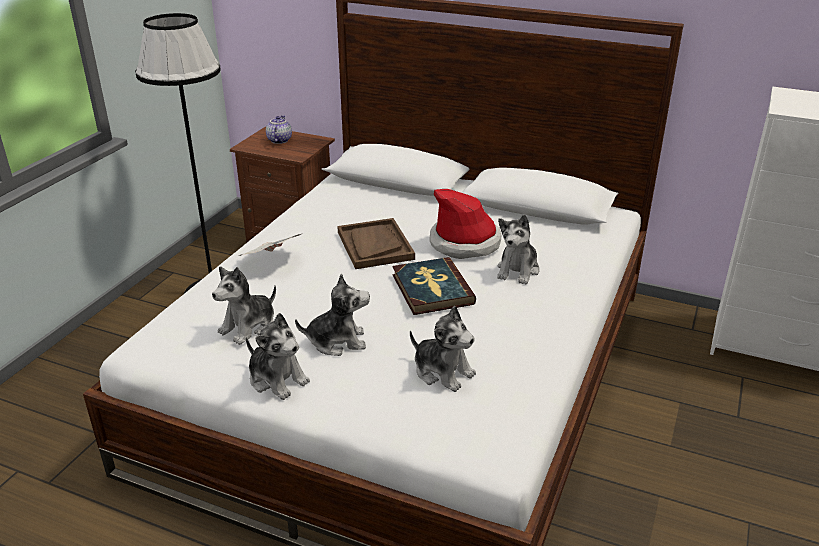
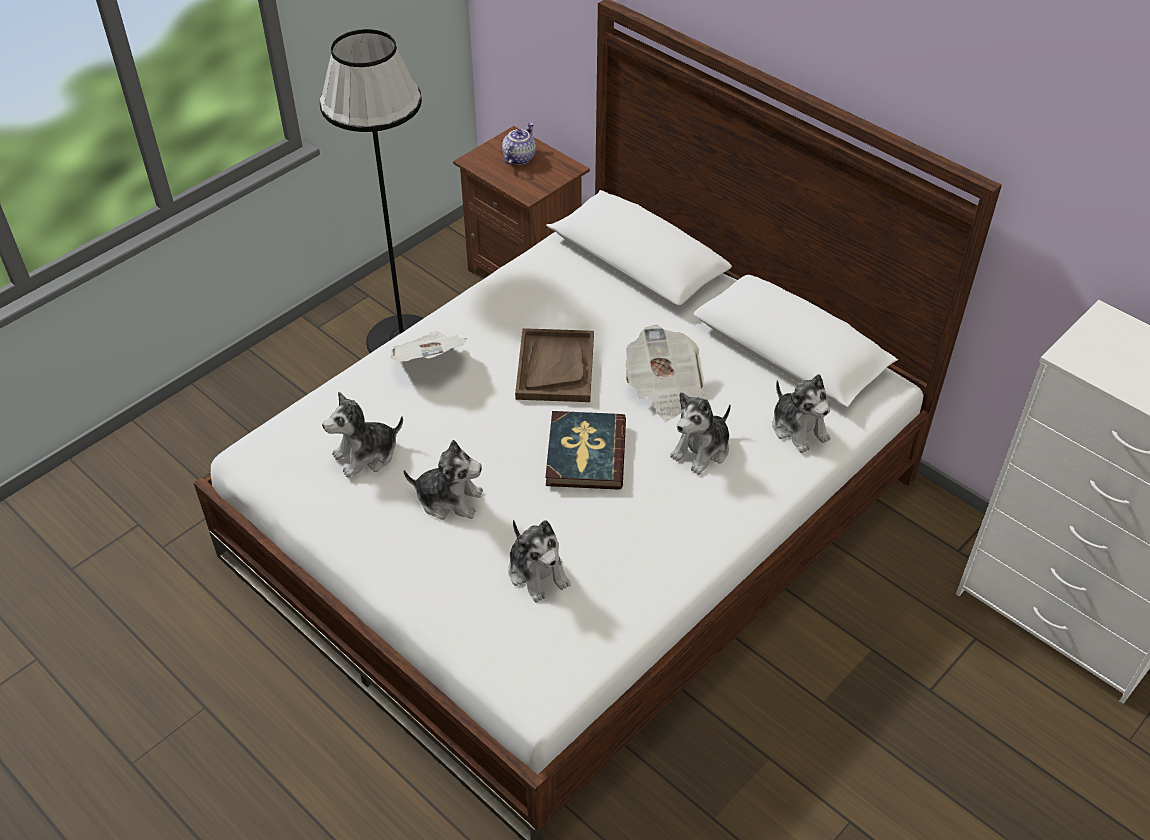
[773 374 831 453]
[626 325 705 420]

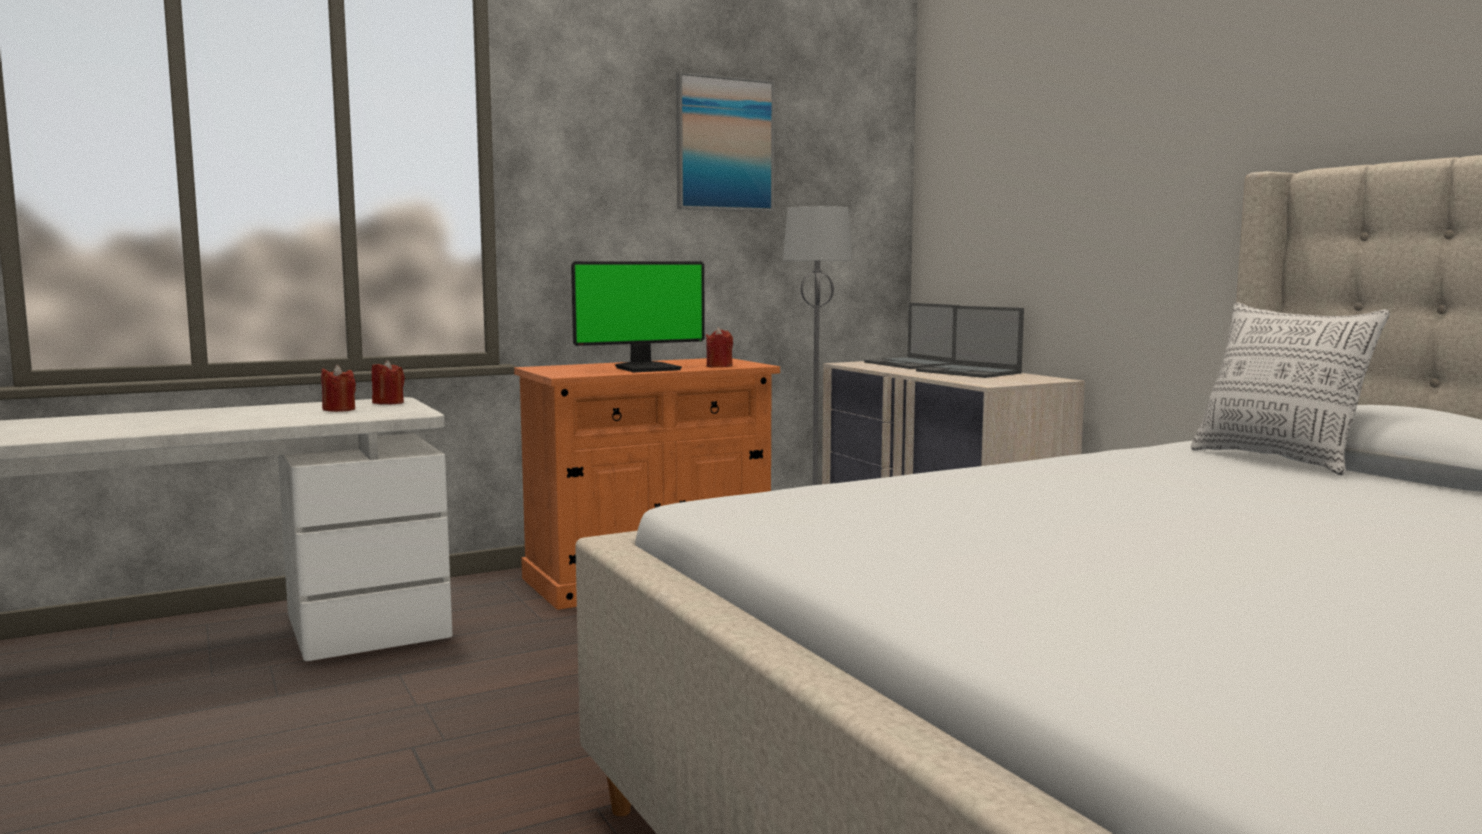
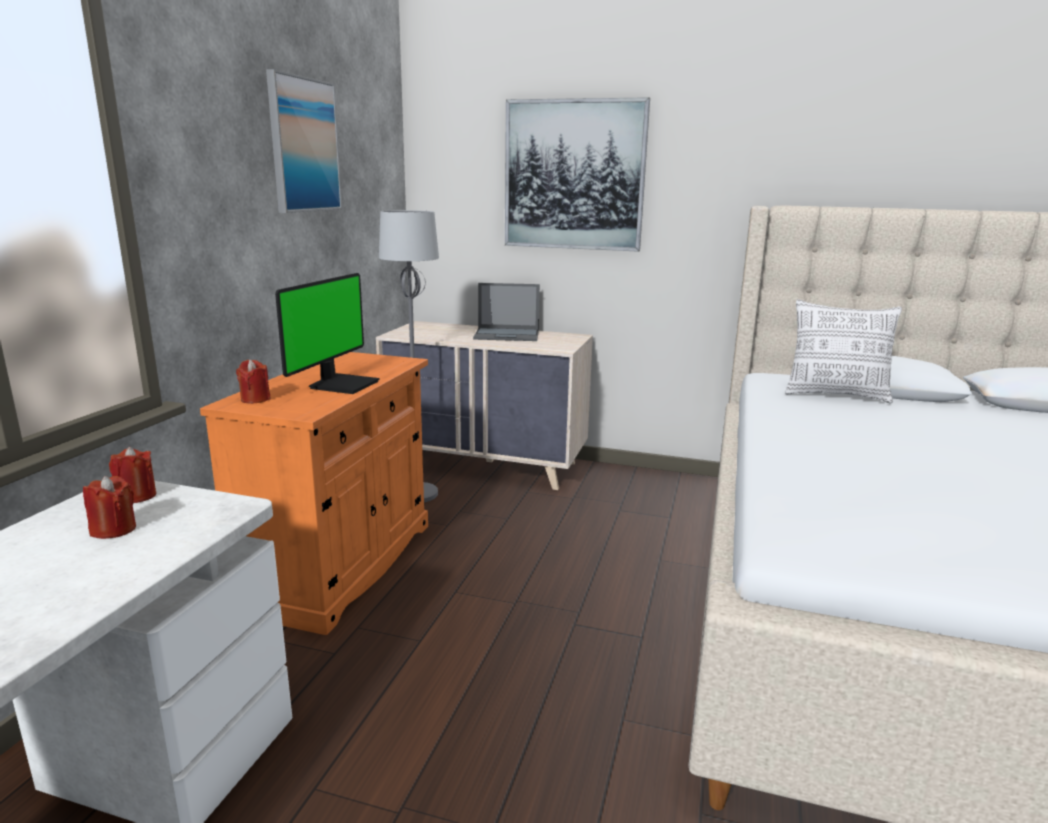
[864 303 959 369] (first image)
[505 97 650 252]
[236 359 271 404]

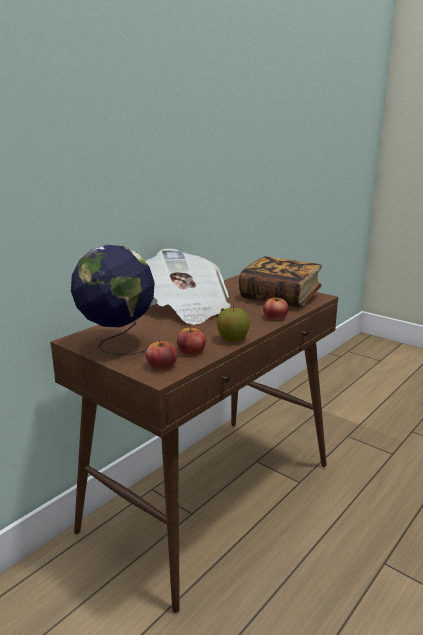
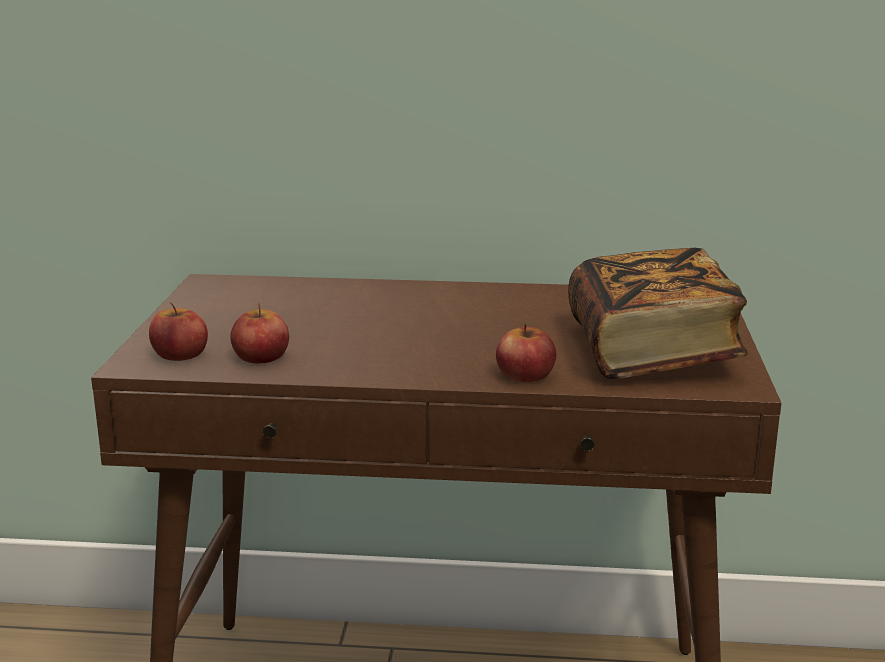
[71 245 155 355] (first image)
[145 249 231 325] (first image)
[217 307 250 342] (first image)

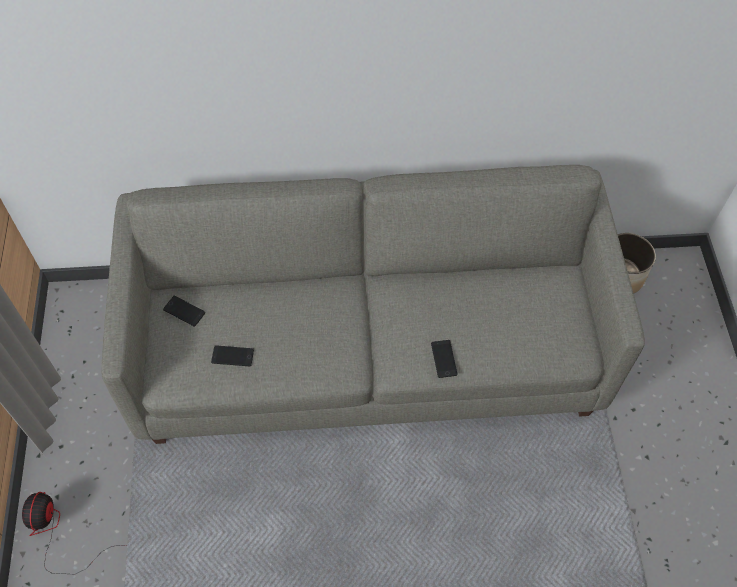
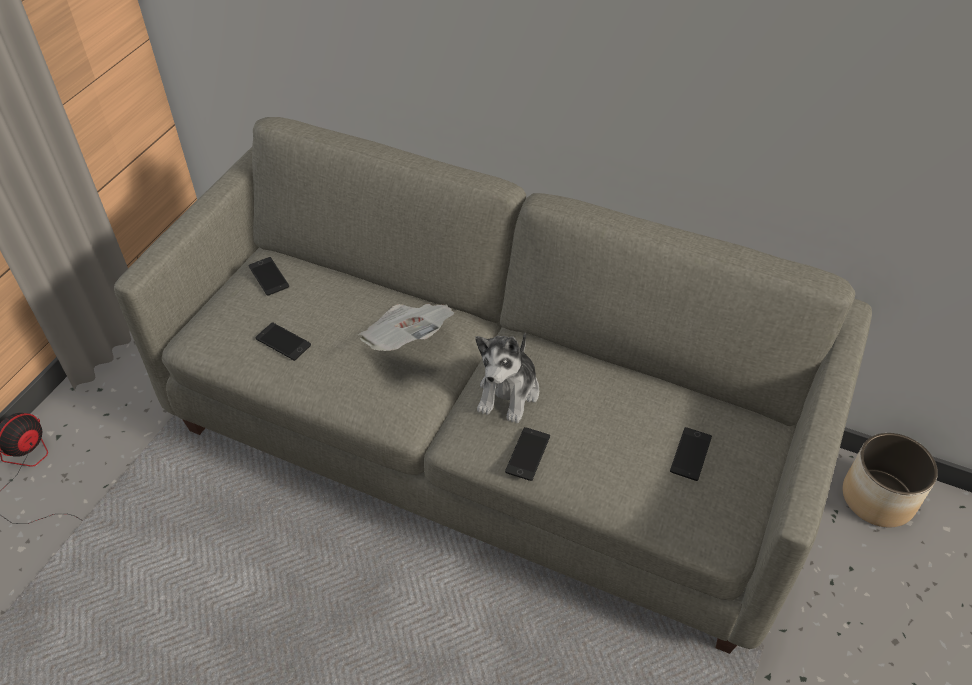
[358 304 454 351]
[475 333 539 423]
[670 427 712 481]

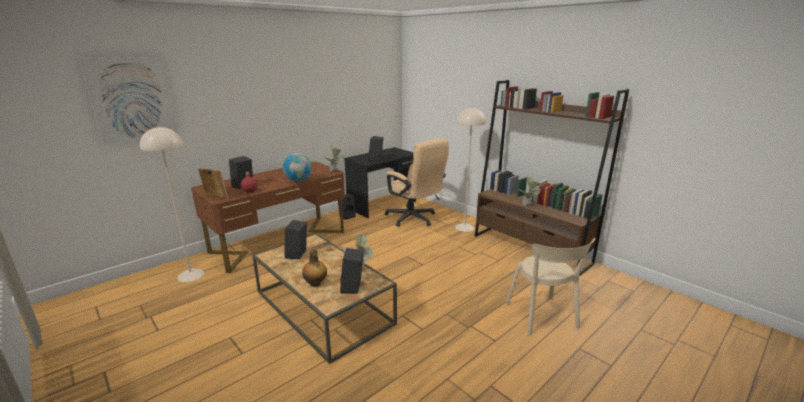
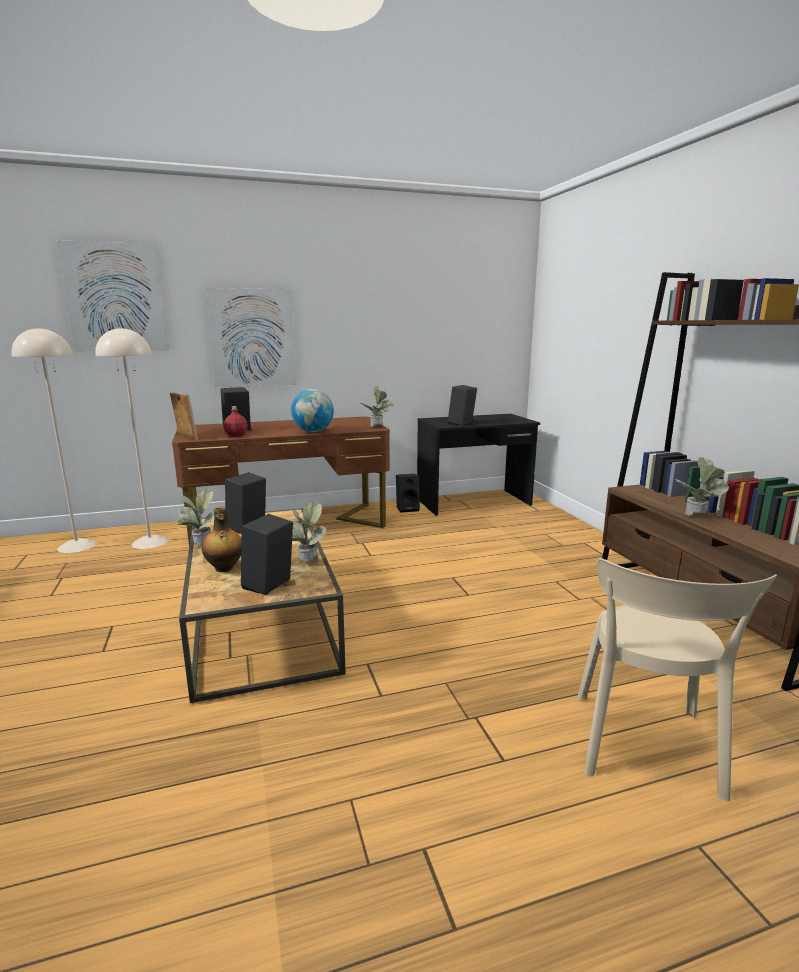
[385 139 449 227] (first image)
[177 489 214 545]
[206 288 296 387]
[11 327 97 553]

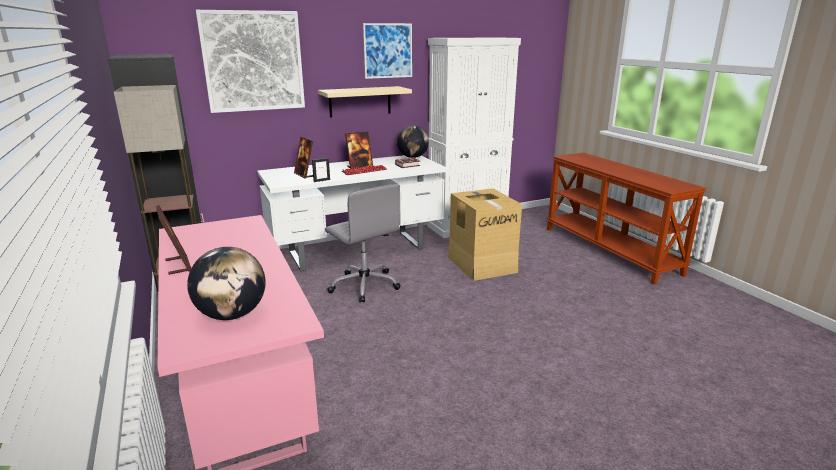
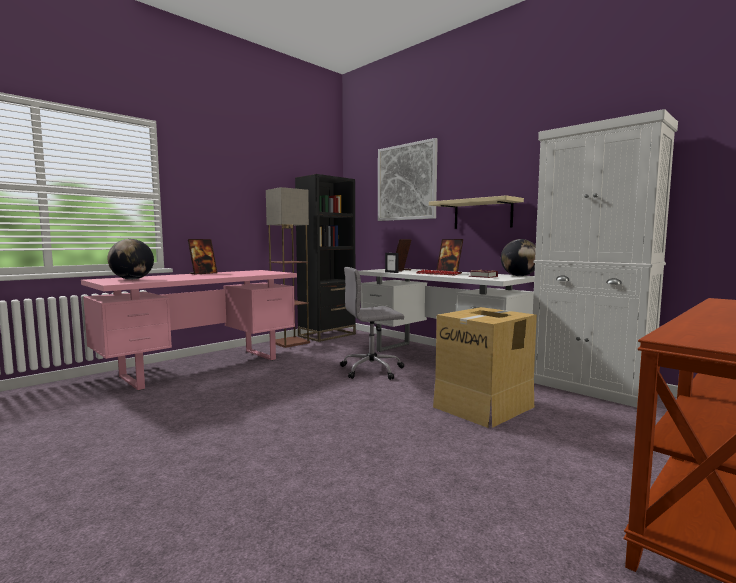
[363 23 412 79] (first image)
[340 267 404 380]

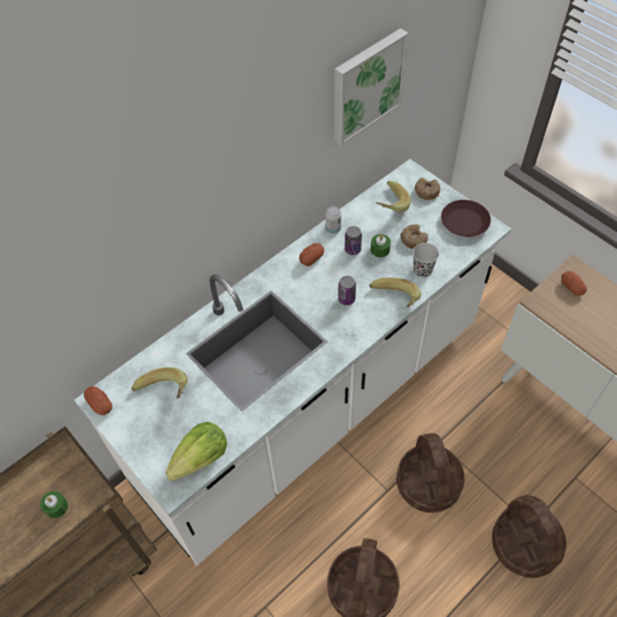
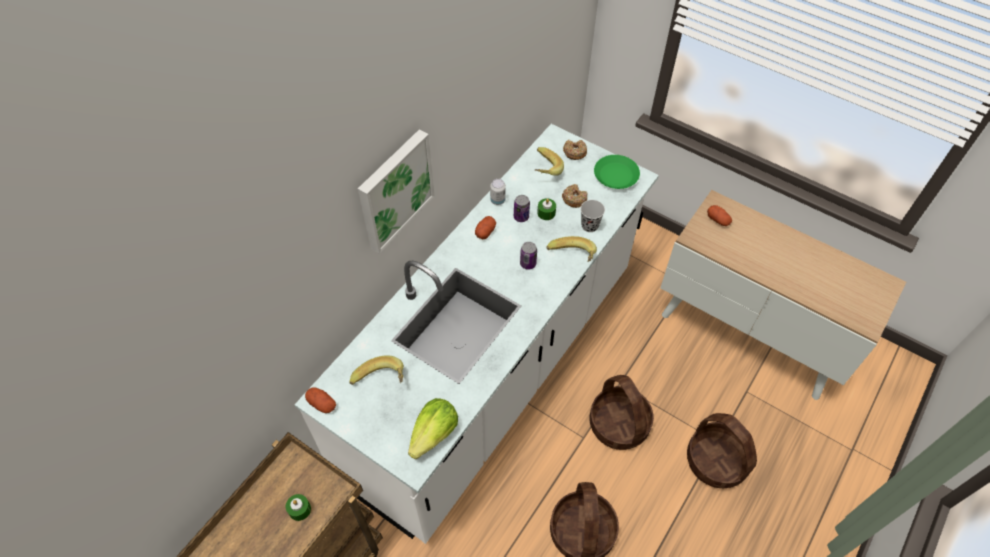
[358 129 435 254]
[594 155 640 189]

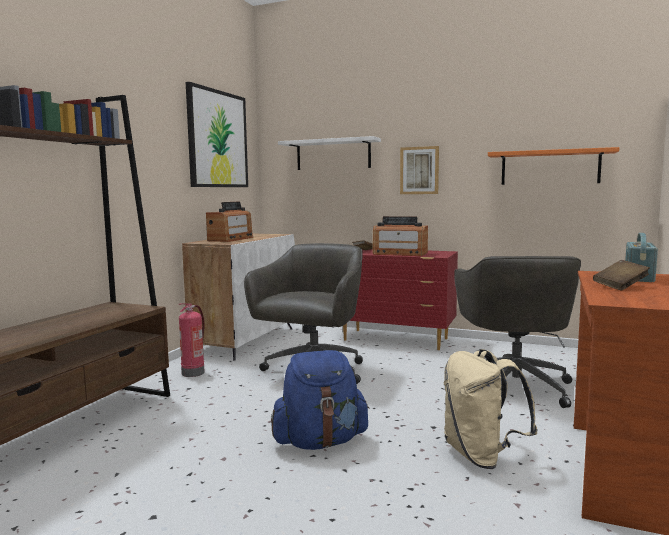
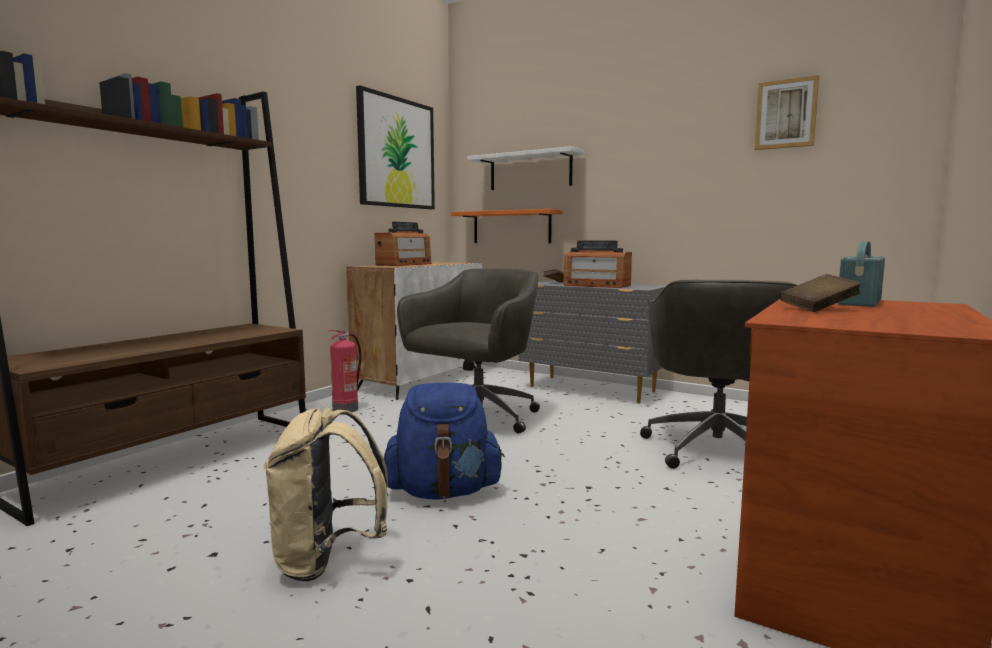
[755 75 819 150]
[264 406 388 582]
[451 209 563 243]
[518 281 667 403]

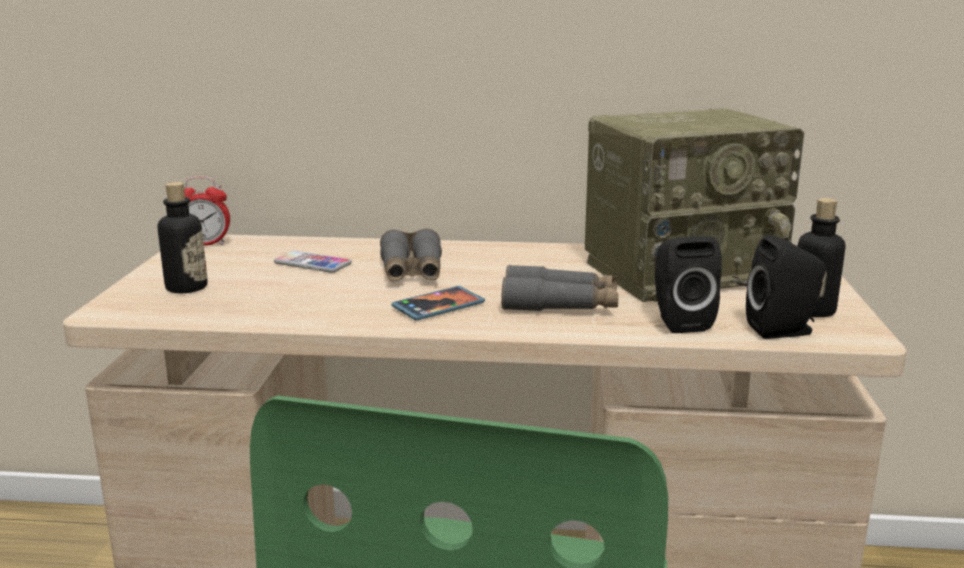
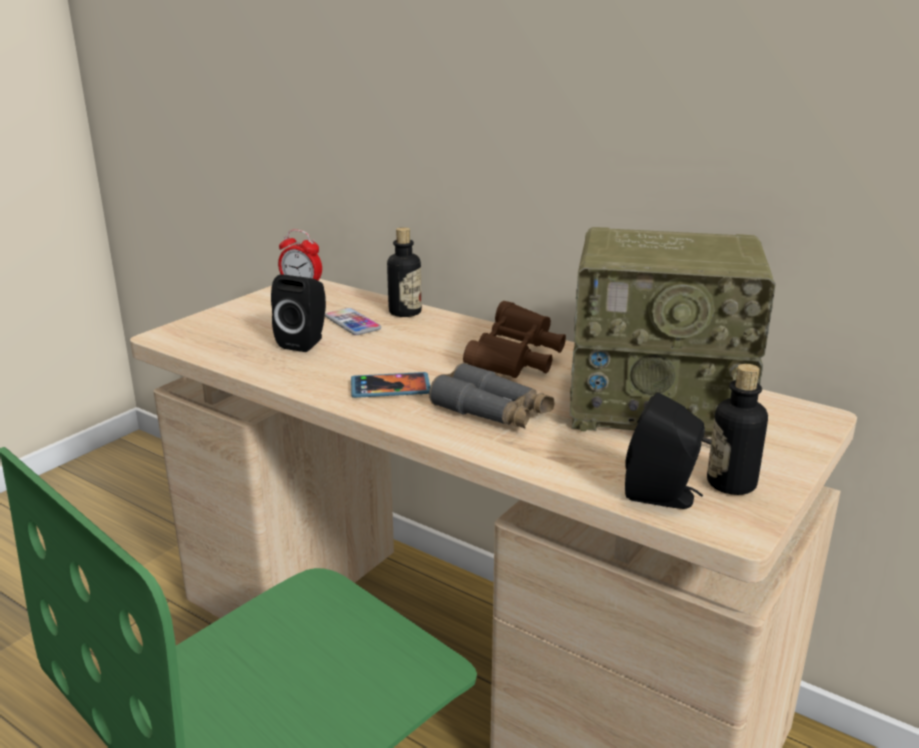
[380 229 442 281] (first image)
[463 301 566 378]
[387 227 422 317]
[271 274 326 352]

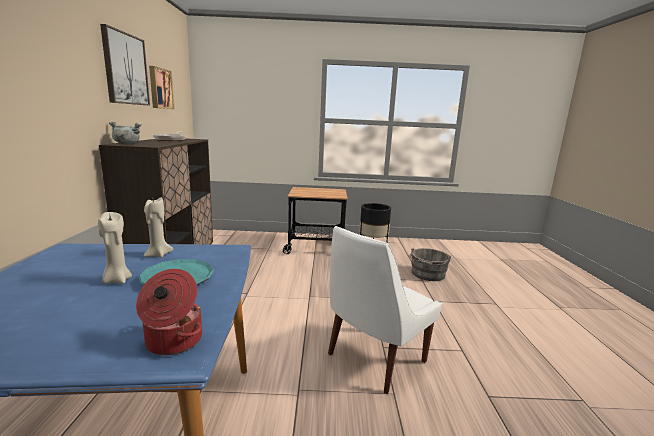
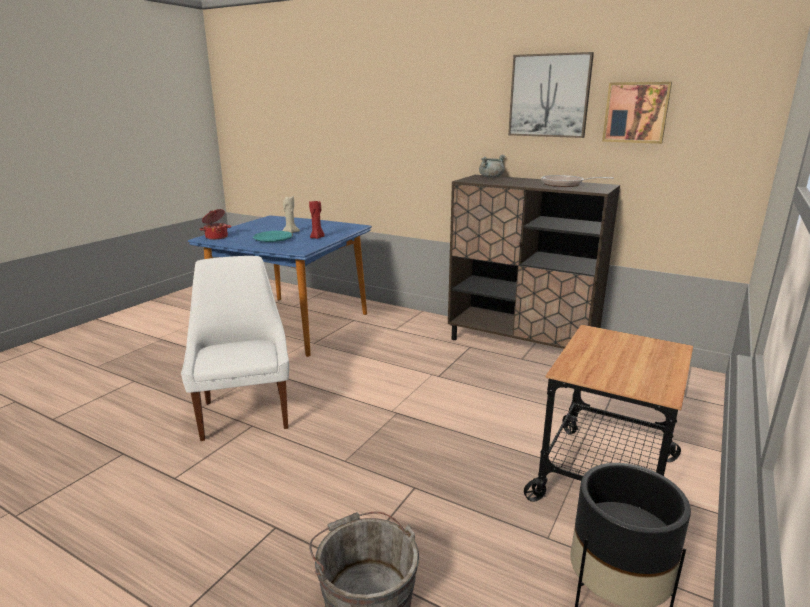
[309 201 324 239]

